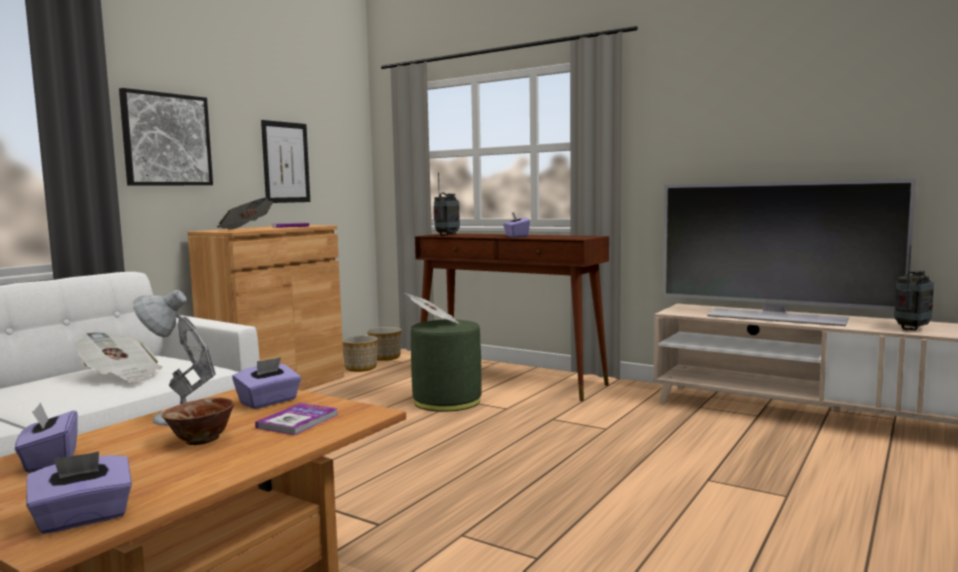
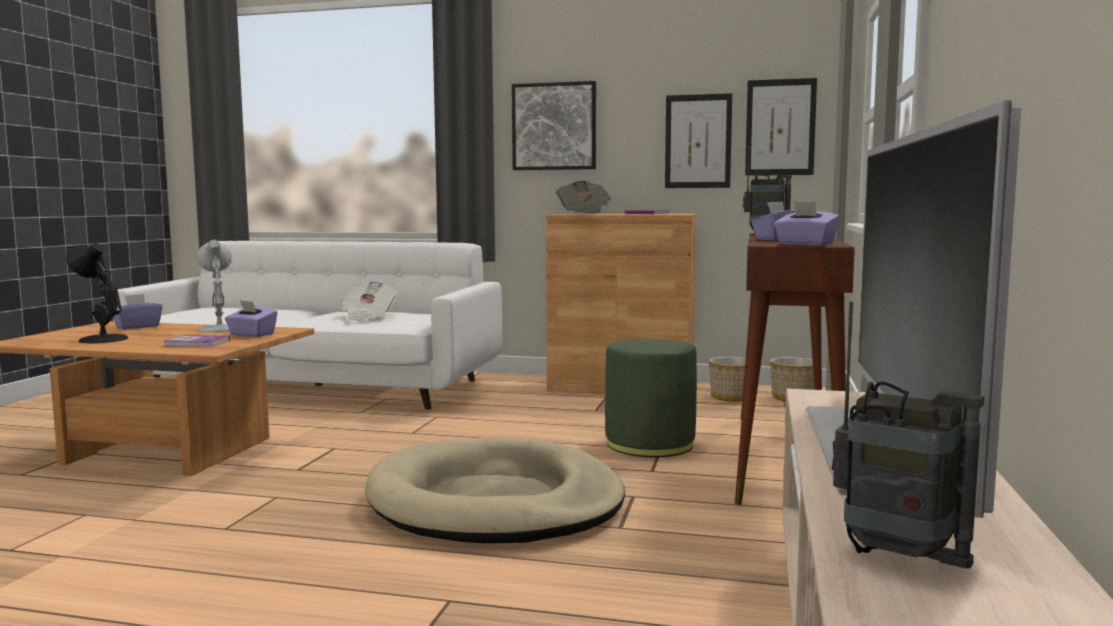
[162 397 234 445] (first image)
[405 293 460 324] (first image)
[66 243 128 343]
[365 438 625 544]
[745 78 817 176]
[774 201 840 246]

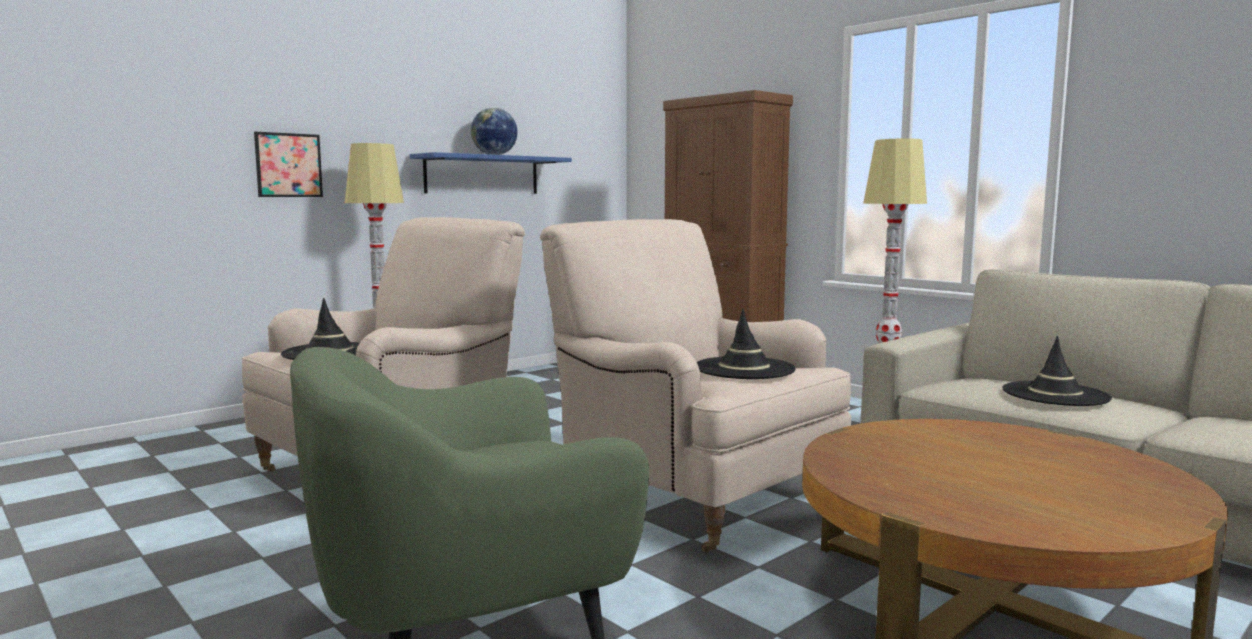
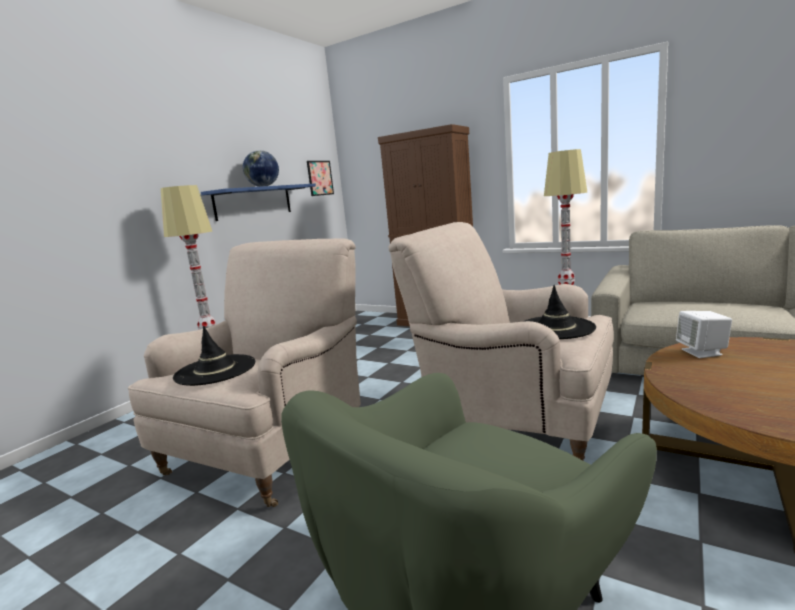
[1002 336 1112 406] (first image)
[676 311 732 358]
[307 161 334 196]

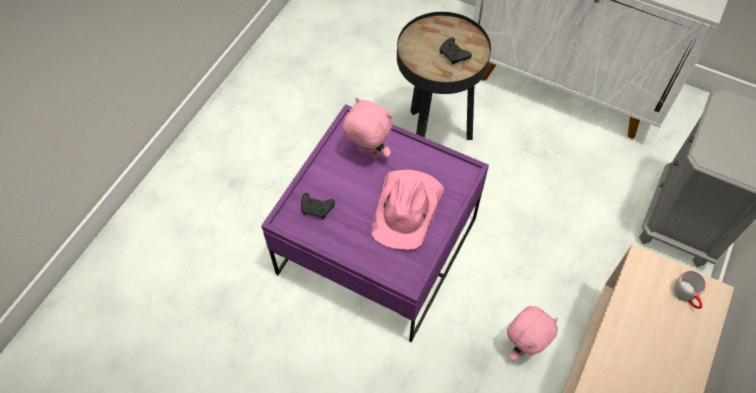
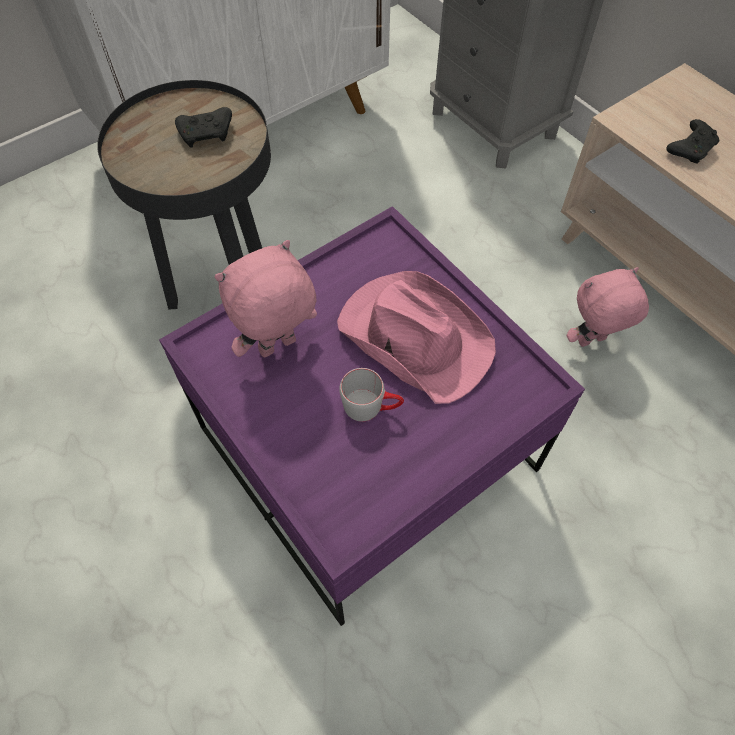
[666 119 720 164]
[339 368 404 422]
[567 267 649 347]

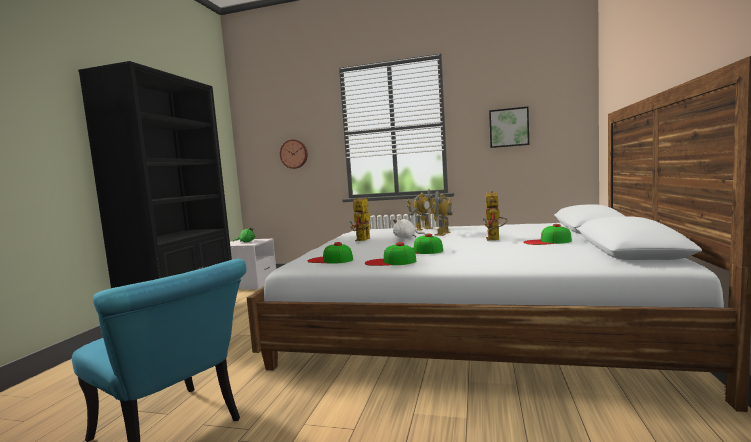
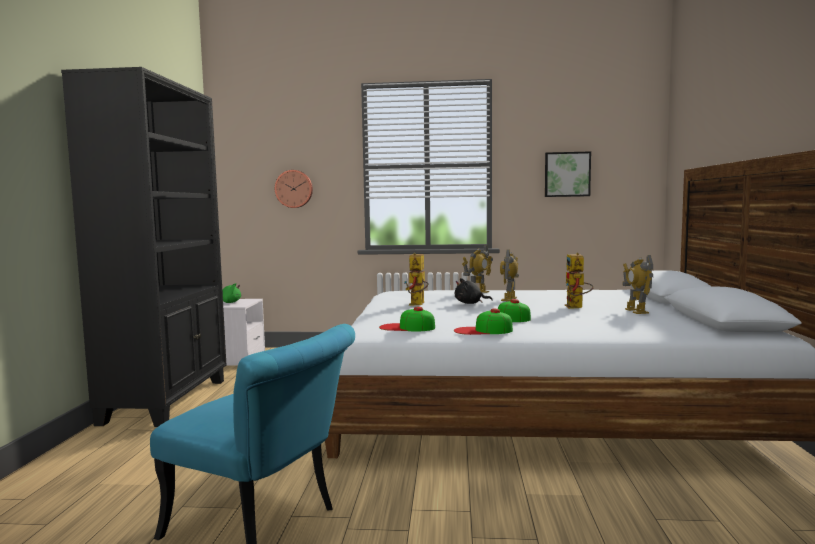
[622 255 653 314]
[455 278 493 304]

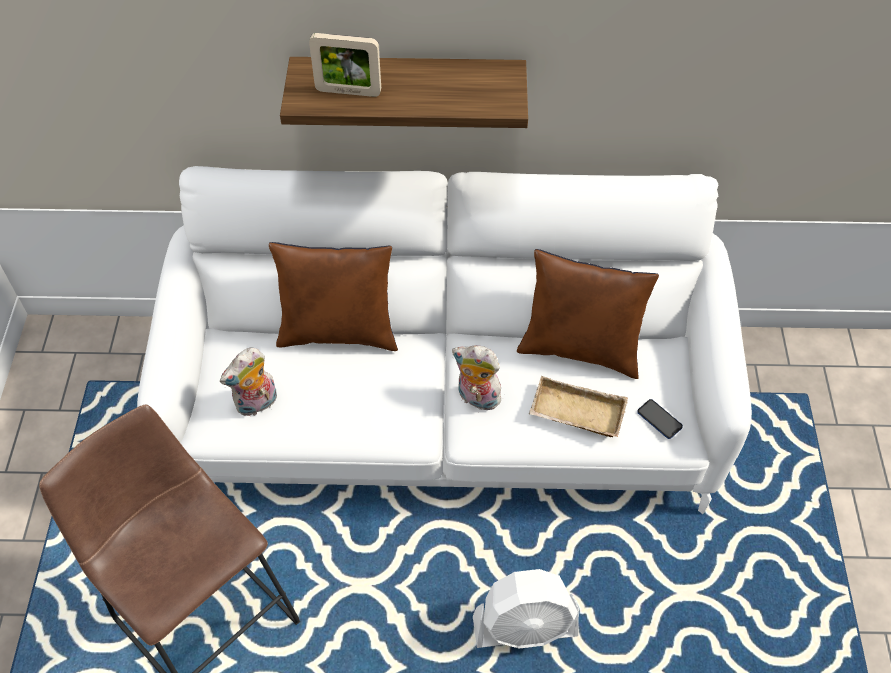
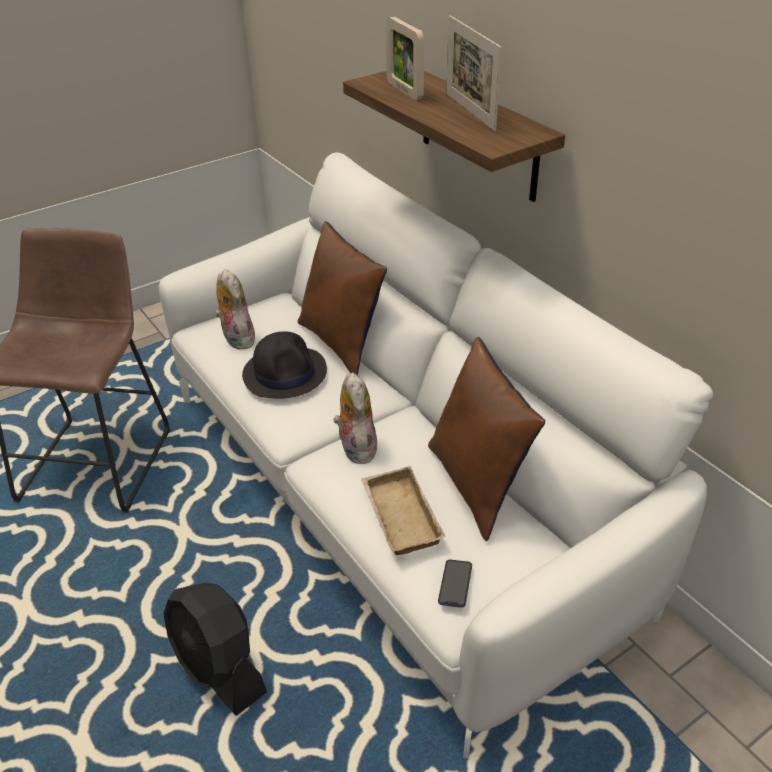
[242 331 327 399]
[446 15 502 131]
[163 583 267 716]
[215 269 256 350]

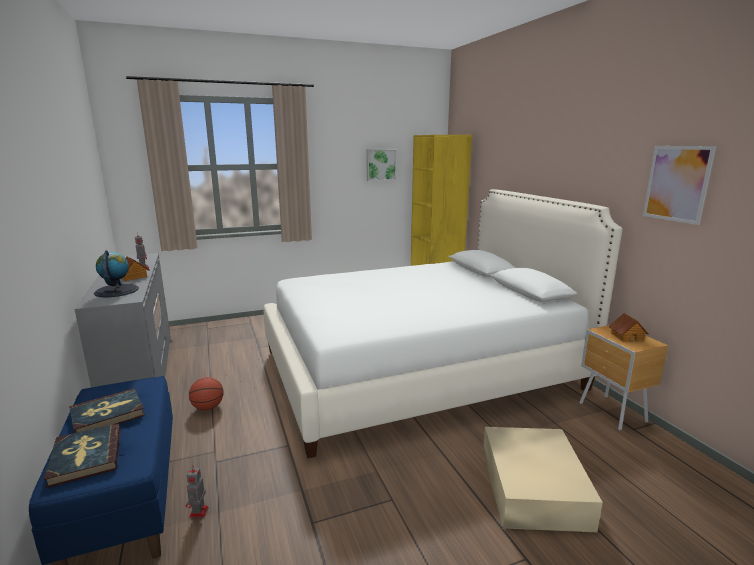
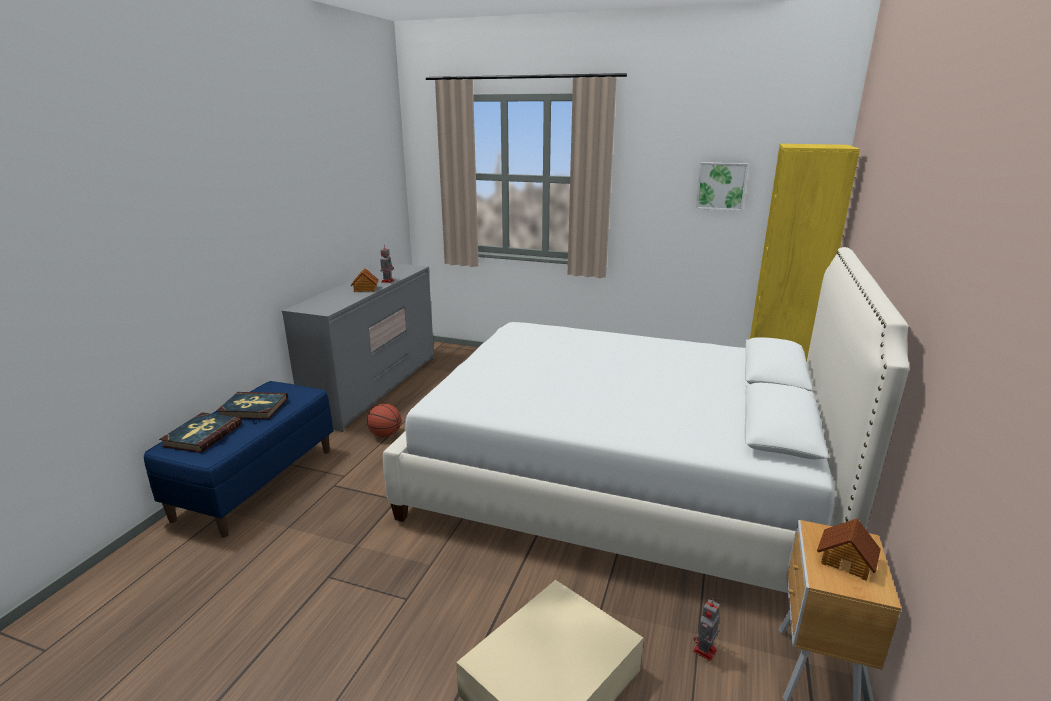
[94 250 139 297] (first image)
[643 146 716 225] (first image)
[693 598 720 661]

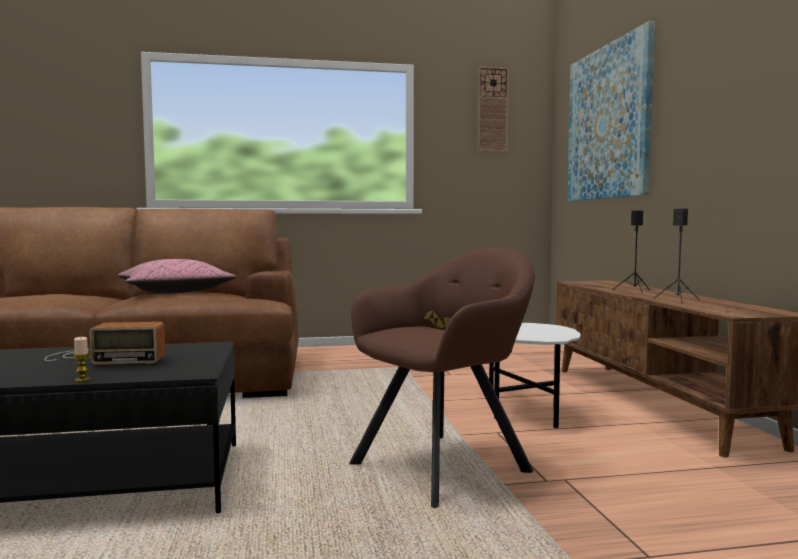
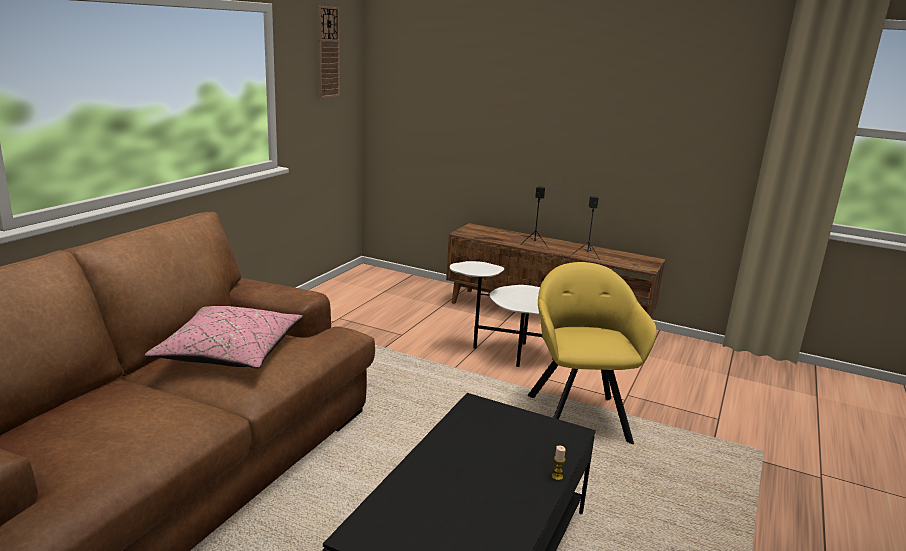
[44 322 165 365] (first image)
[567 21 655 201] (first image)
[528 262 657 444]

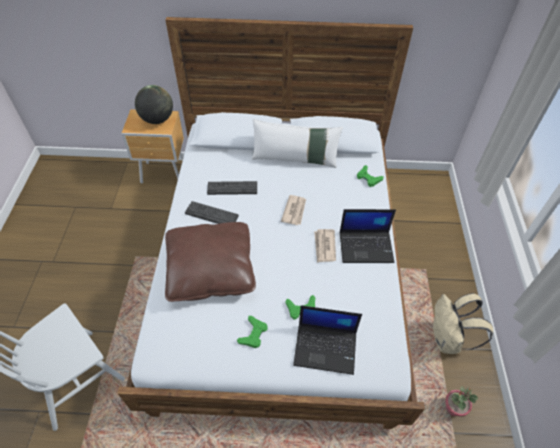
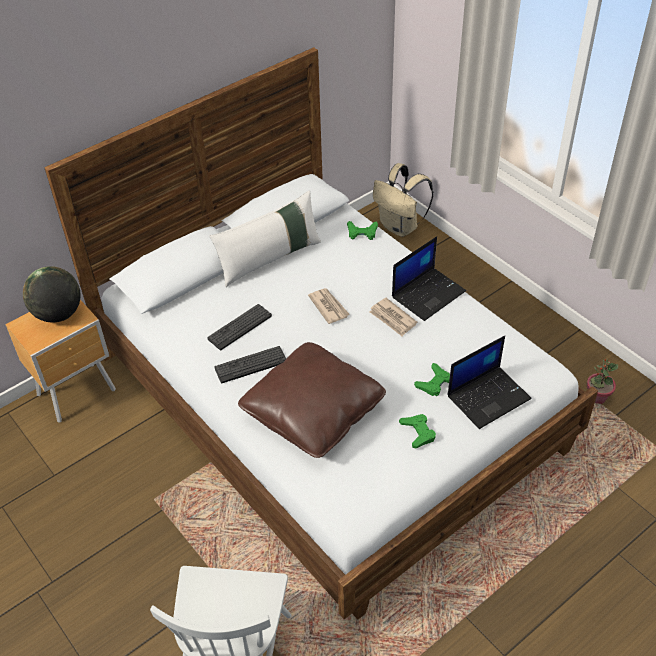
[373 163 434 237]

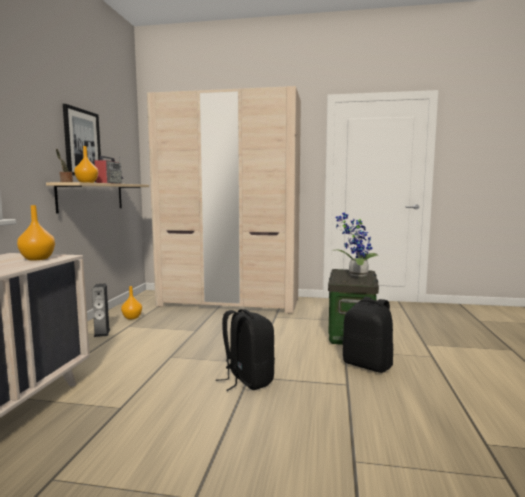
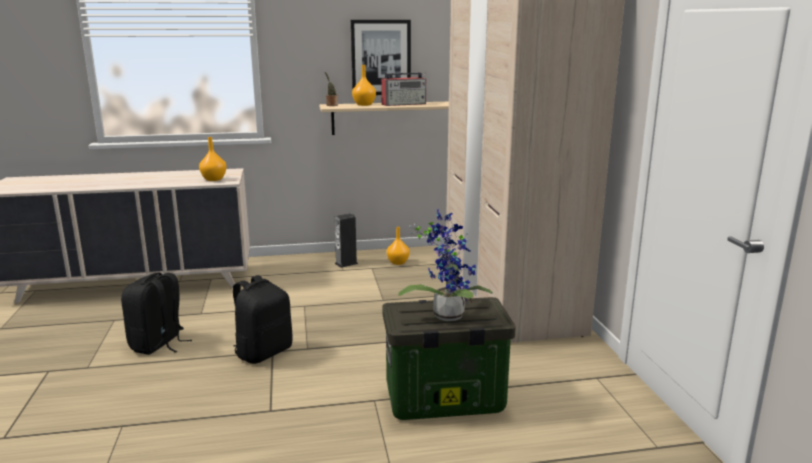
[121 273 192 355]

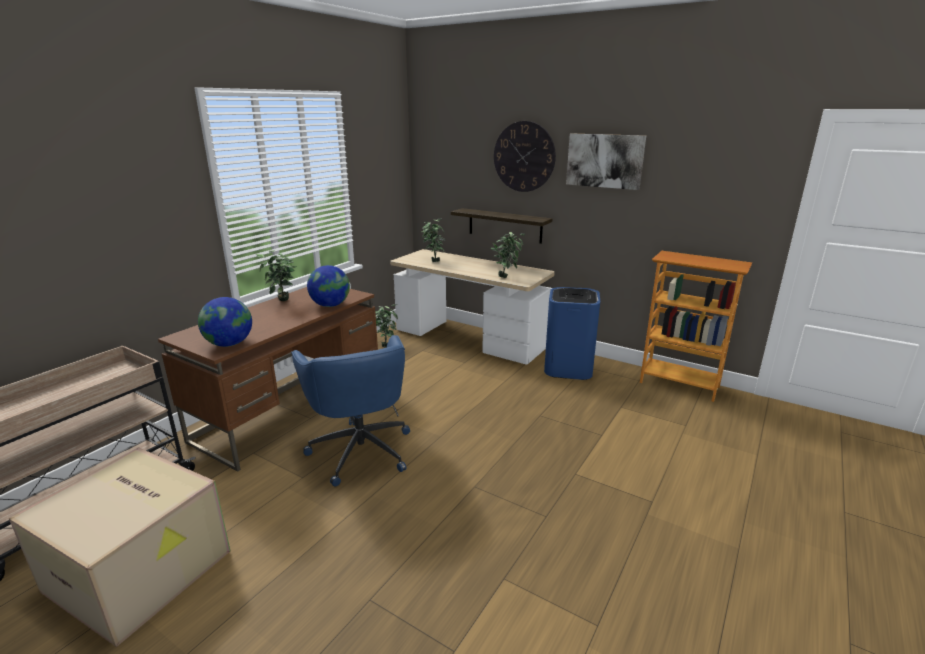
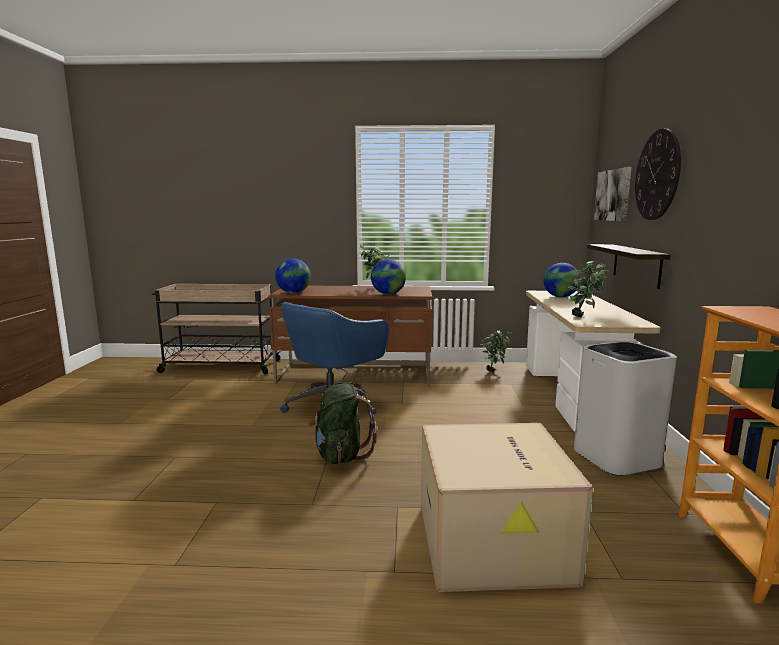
[308 383 377 464]
[421 423 593 592]
[594 167 632 221]
[544 263 580 297]
[574 342 677 476]

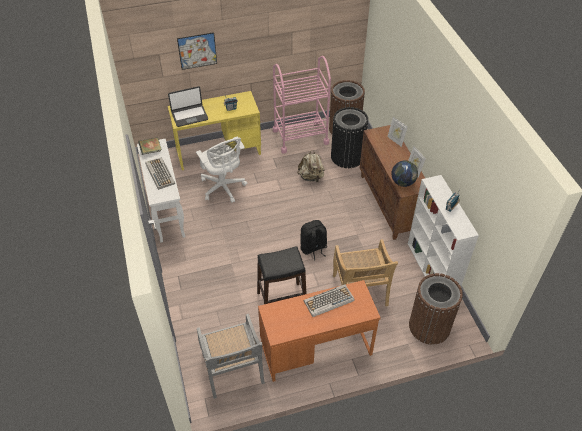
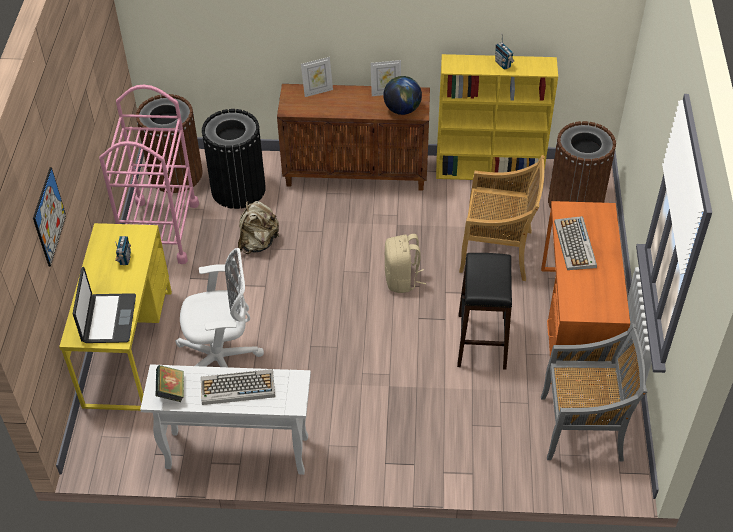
[384 234 426 293]
[436 54 558 180]

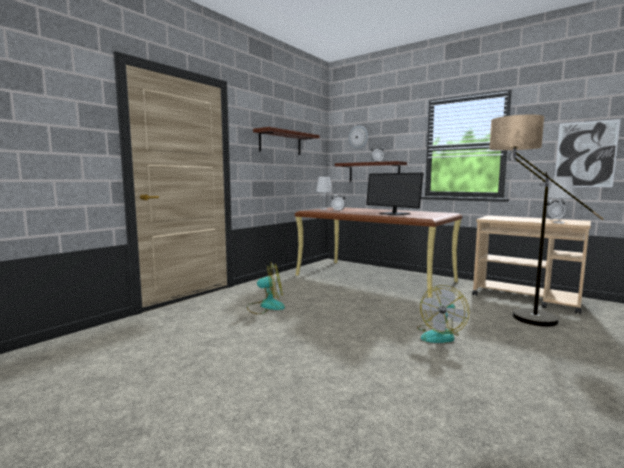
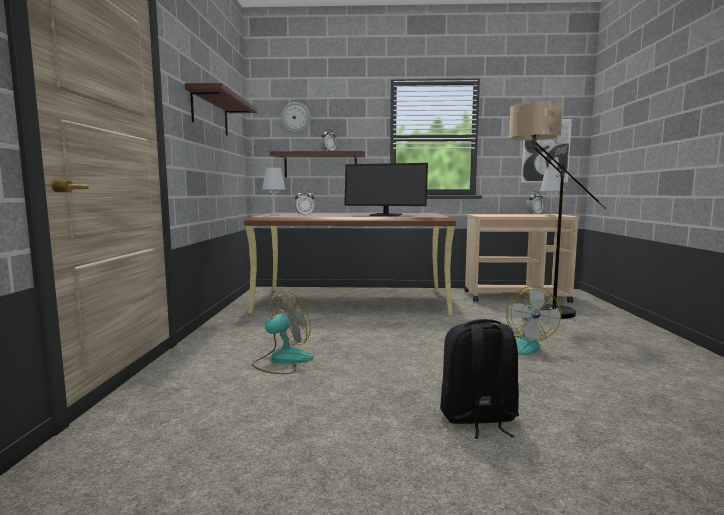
[440 319 519 439]

